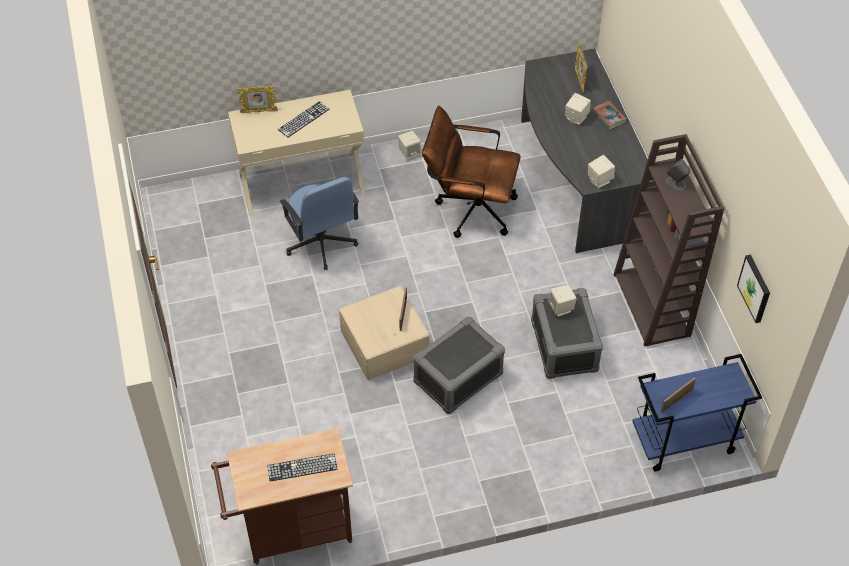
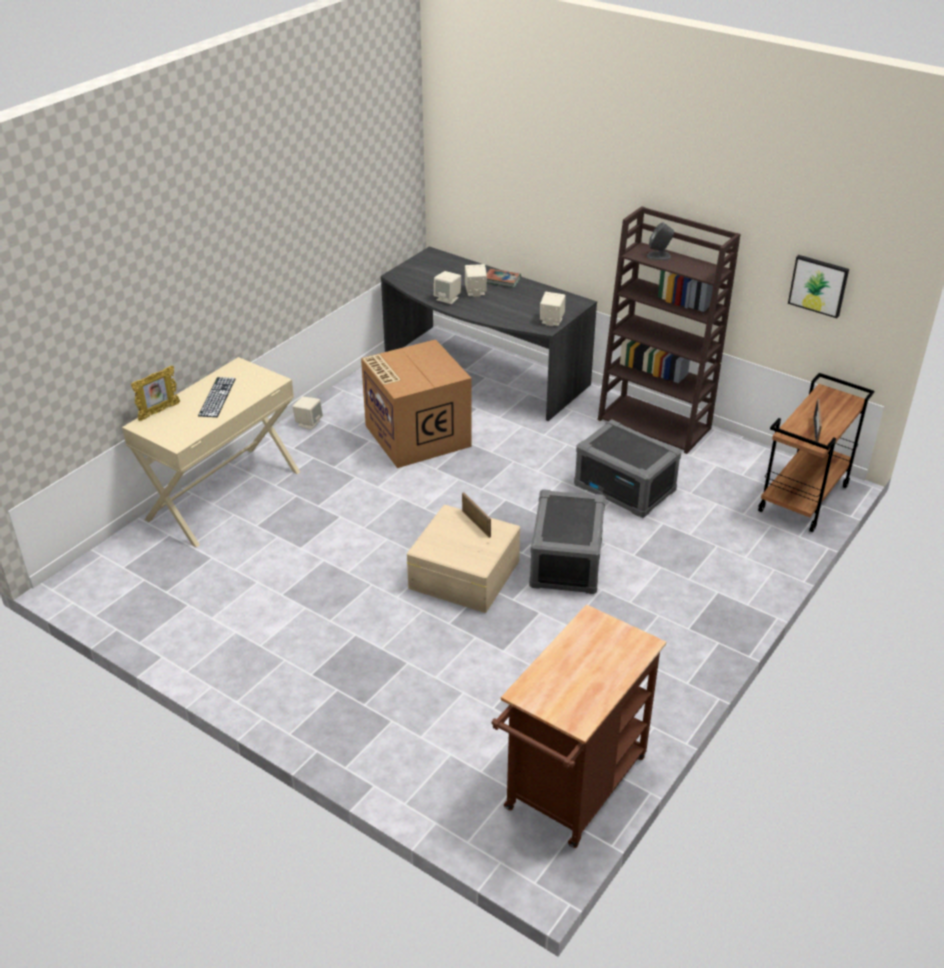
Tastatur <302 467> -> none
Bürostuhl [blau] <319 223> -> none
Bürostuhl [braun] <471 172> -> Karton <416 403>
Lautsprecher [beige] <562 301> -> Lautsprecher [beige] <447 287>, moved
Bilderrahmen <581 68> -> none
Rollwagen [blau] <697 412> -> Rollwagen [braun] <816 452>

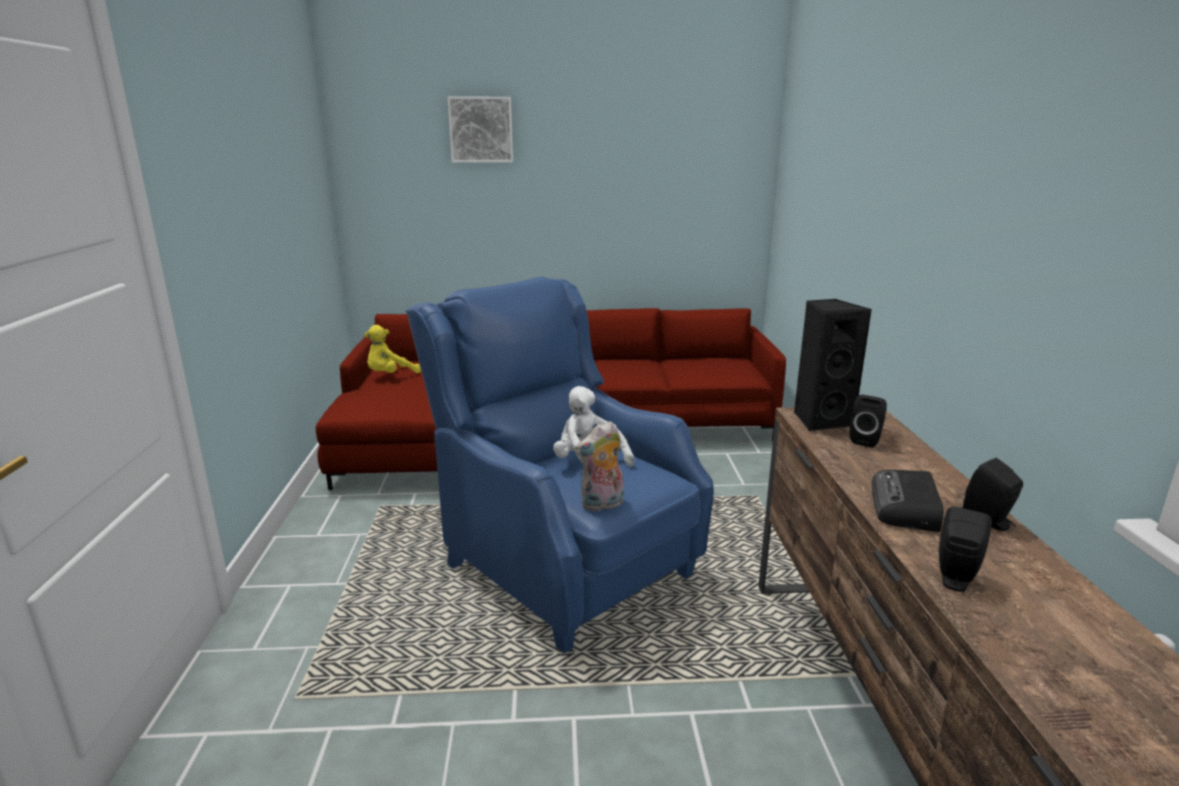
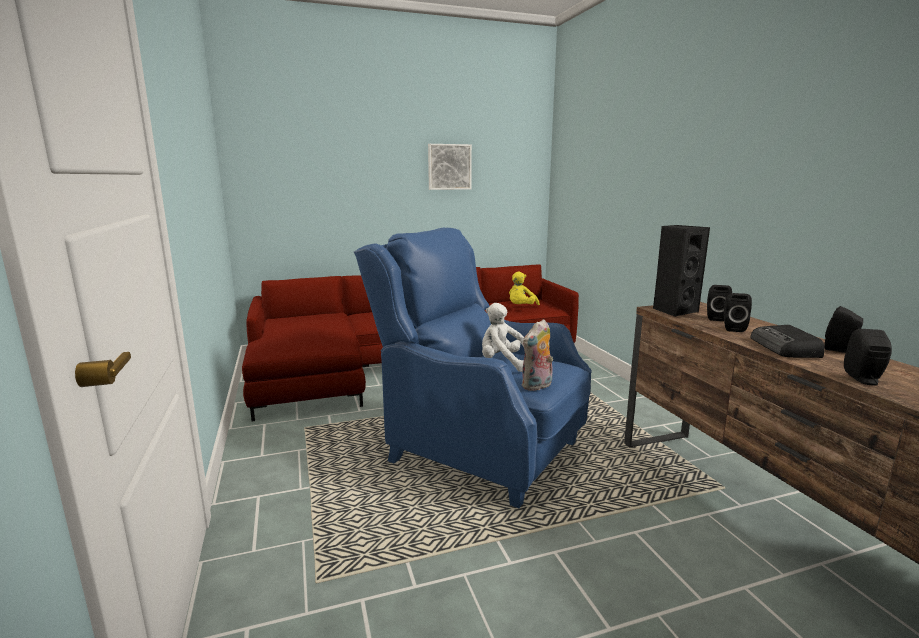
Plüschtier [gelb] <392 349> -> Plüschtier [gelb] <524 288>, moved
Bild <480 130> -> Bild <450 167>, moved
none -> Lautsprecher [schwarz] <738 312>

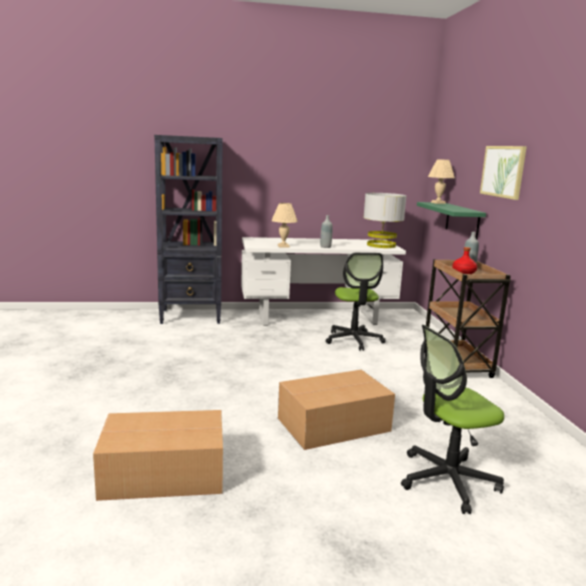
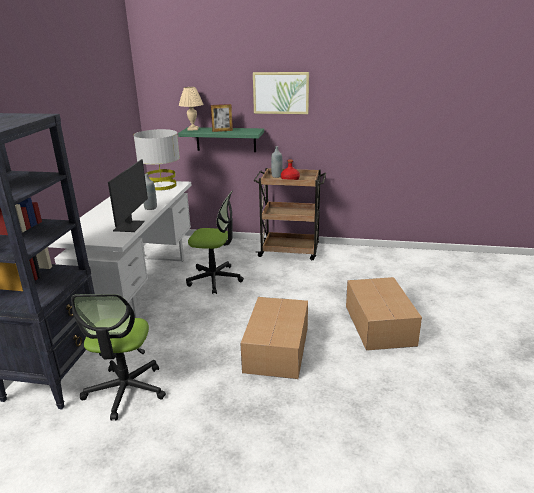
Karton <158 455> -> Karton <274 338>, moved
Tischlampe [beige] <284 225> -> Monitor <128 195>
Bürostuhl <452 419> -> Bürostuhl <118 357>, moved
none -> Bilderrahmen <222 118>

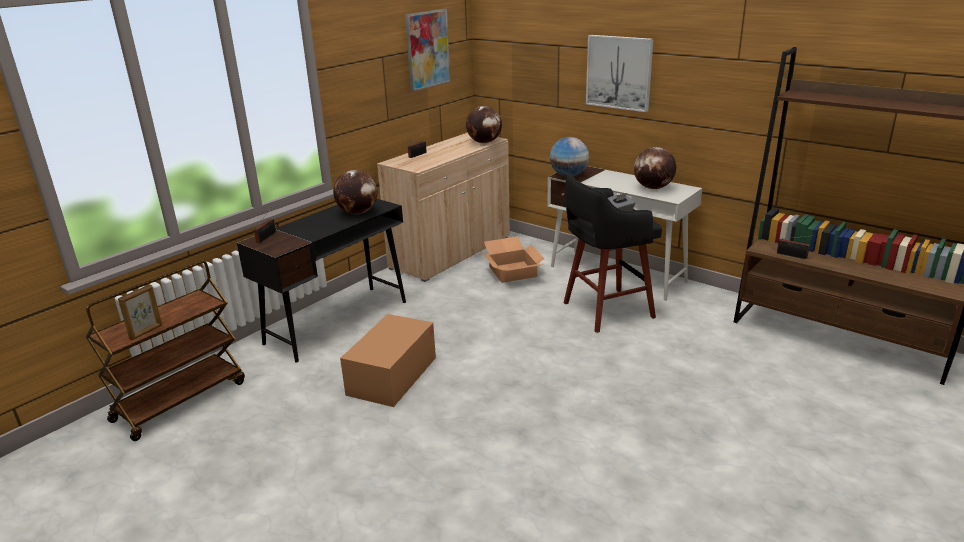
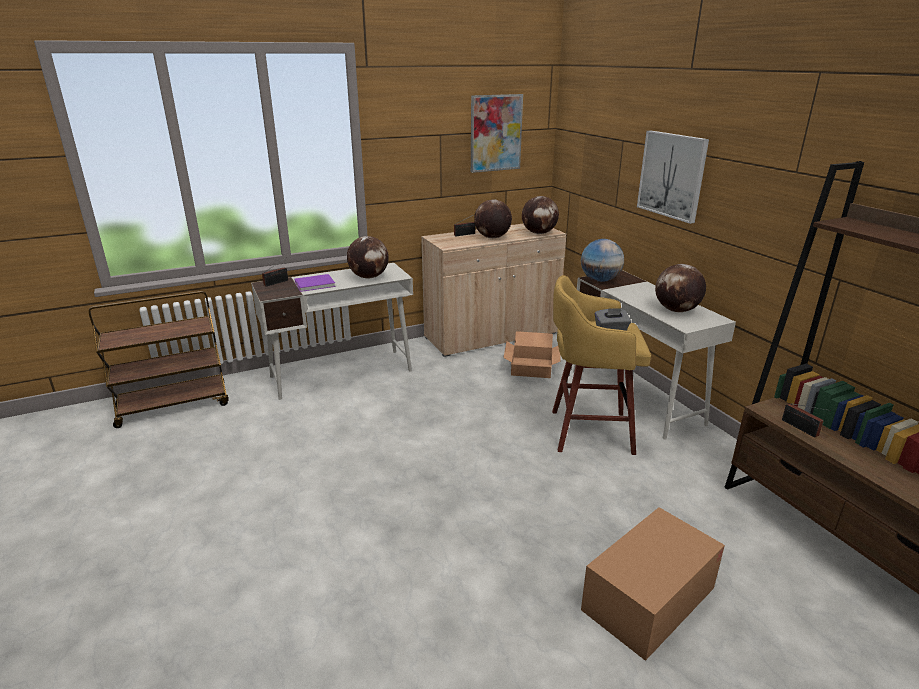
Bilderrahmen <140 312> -> none
Schreibtisch [schwarz] <321 280> -> Schreibtisch [weiß] <332 331>
Karton <388 360> -> Karton <653 584>, moved
Hocker [schwarz] <612 253> -> Hocker [gelb] <601 365>
none -> Buch [lila] <315 283>
none -> Globus <493 218>

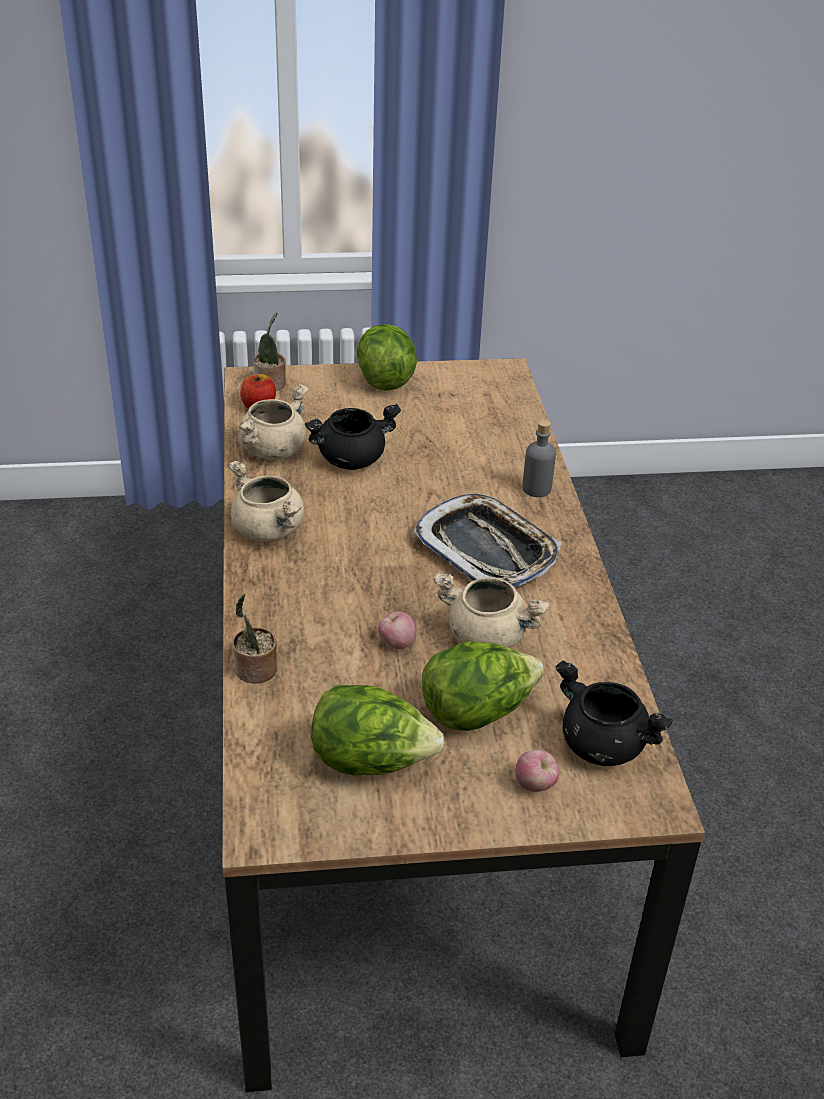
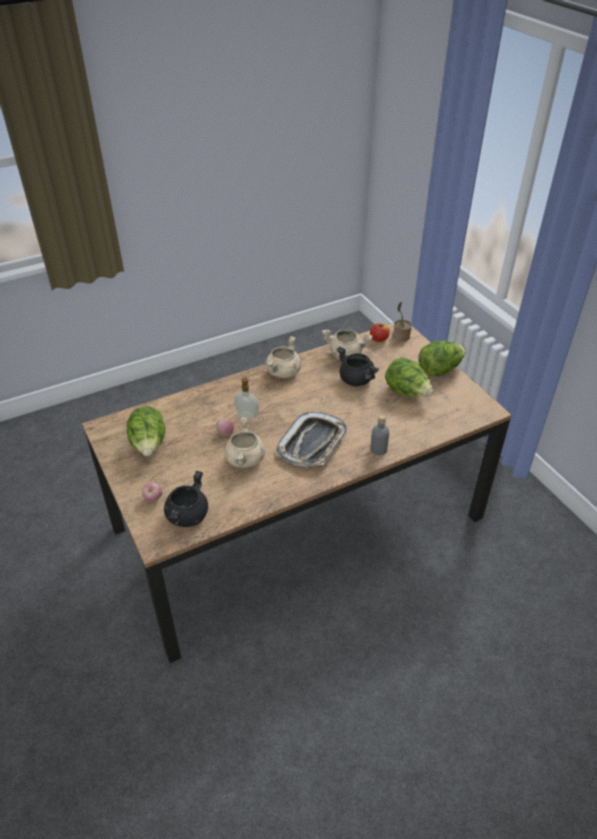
Topfpflanze <255 639> -> none
Salatkopf <483 686> -> Salatkopf <409 377>, moved
none -> Seifenspender <246 398>

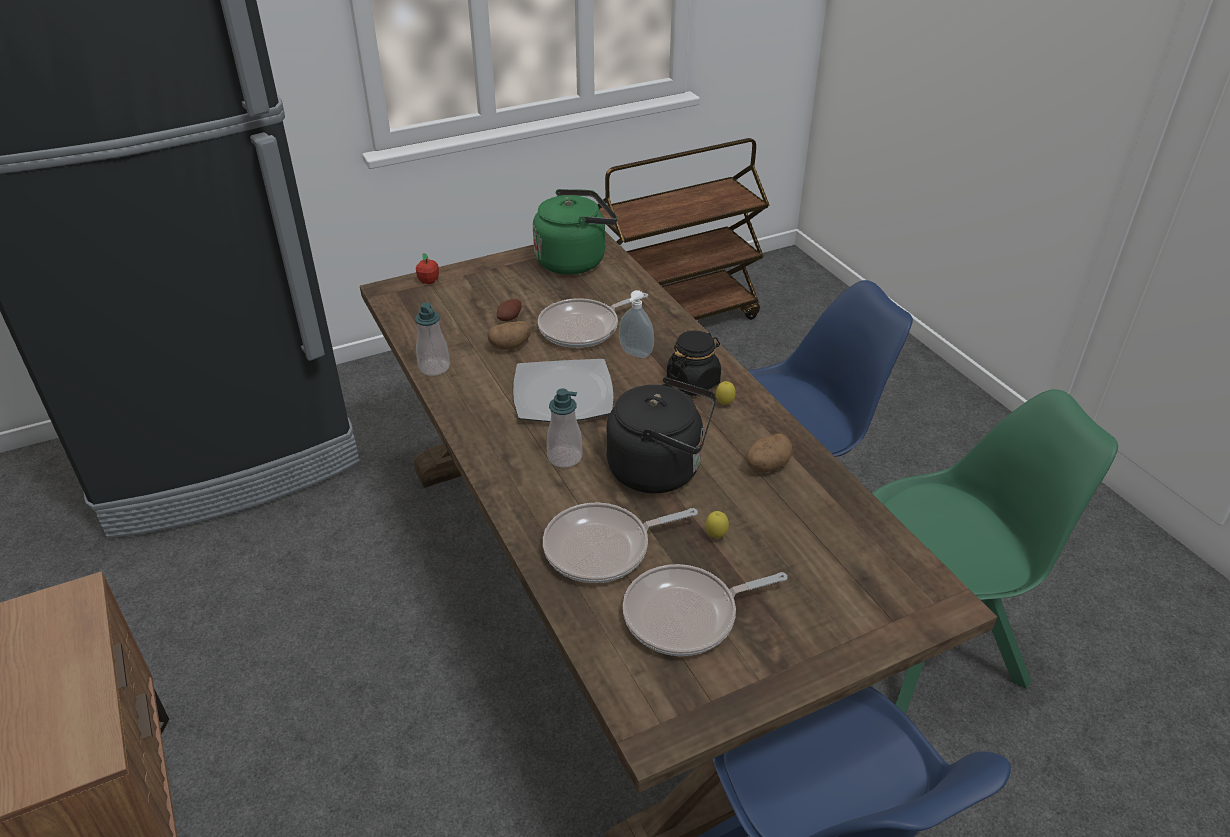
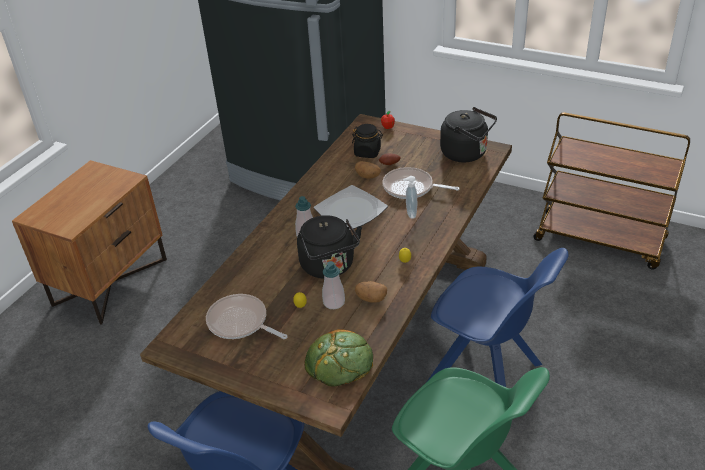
Seifenspender <432 339> -> Seifenspender <333 285>, moved
Wasserkessel [grün] <575 232> -> Wasserkessel [schwarz] <468 134>
Pfanne <620 542> -> none
Vorratsglas [schwarz] <694 363> -> Vorratsglas [schwarz] <367 141>, moved
none -> Brot <338 358>

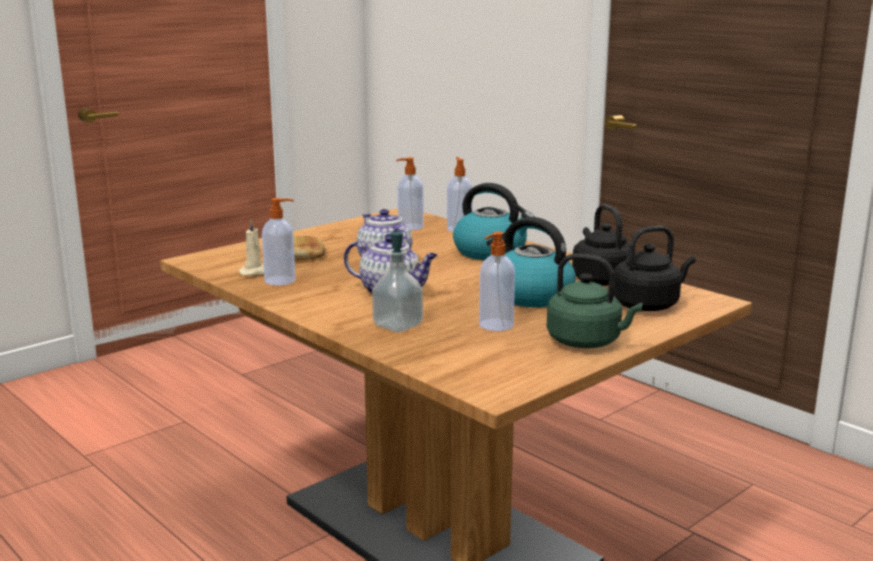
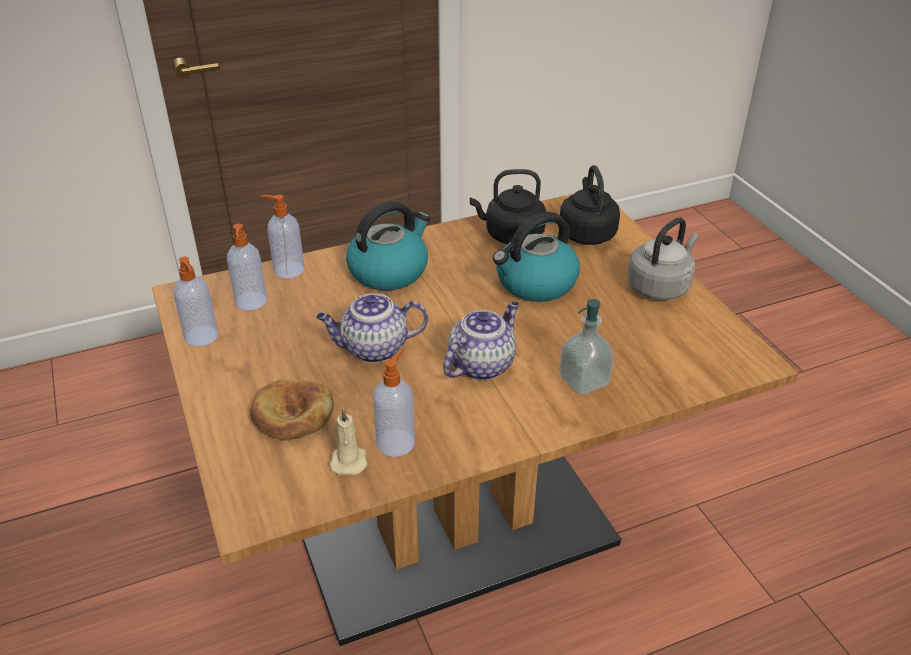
Seifenspender <497 281> -> Seifenspender <196 301>, moved
Wasserkessel [grün] <595 301> -> Wasserkessel [grau] <663 258>

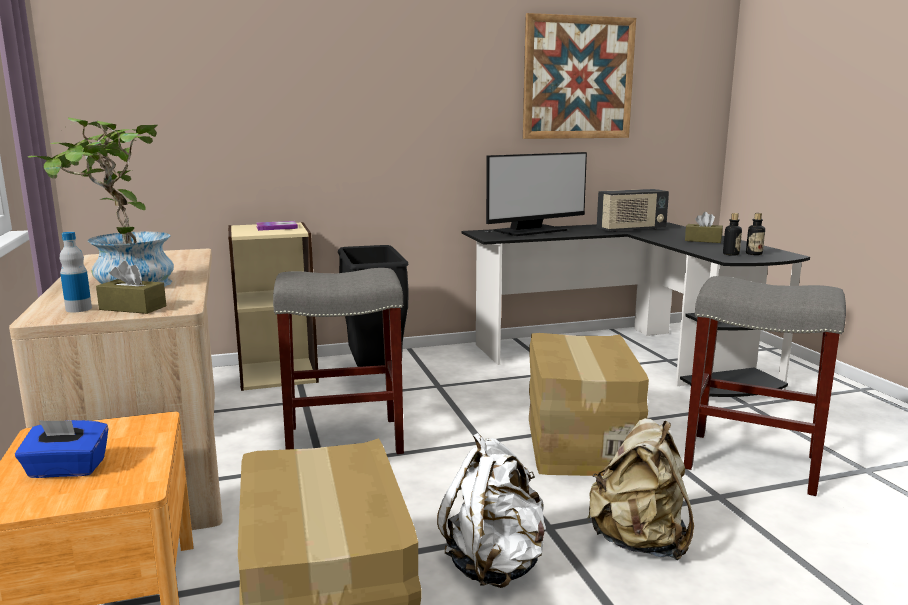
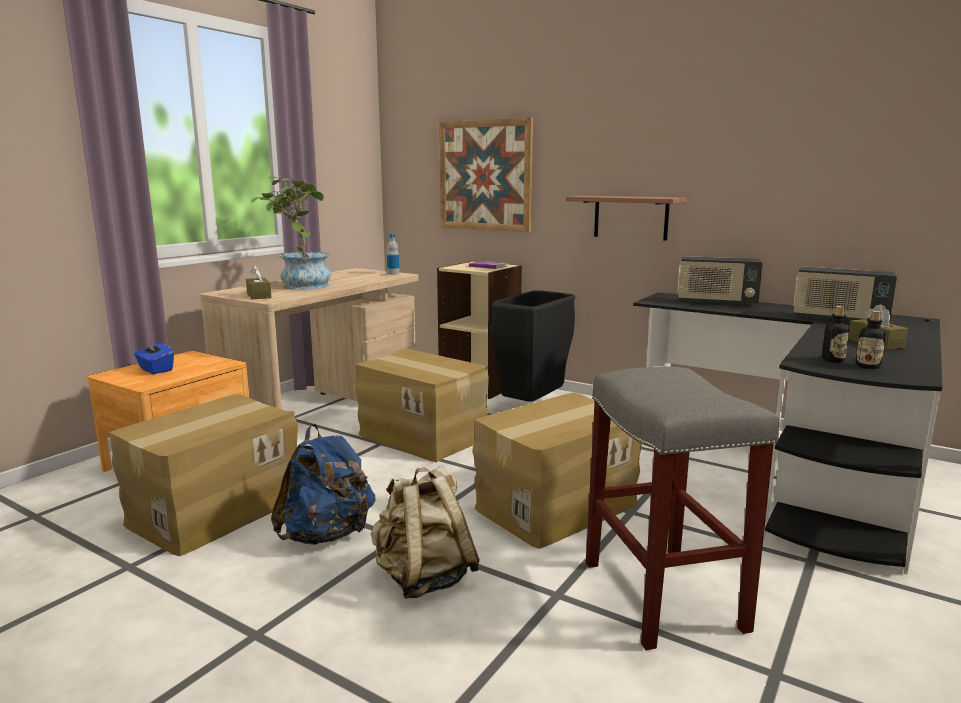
Flasche <76 272> -> Flasche <393 254>, moved
Hocker [grau] <338 361> -> Karton <422 406>
Rucksack [weiß] <491 510> -> Rucksack [blau] <323 484>
Monitor <536 194> -> Radio <719 280>
Bild <579 76> -> Bild <486 174>, moved
none -> Wandregal <626 218>

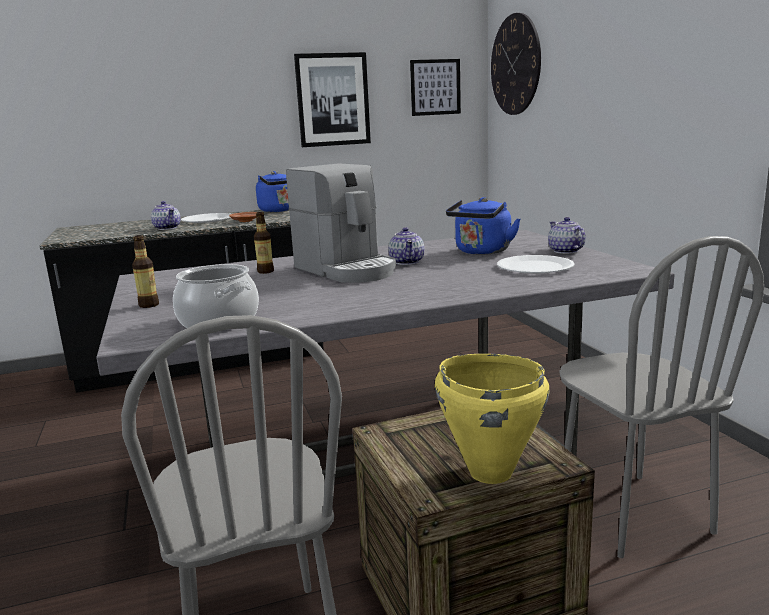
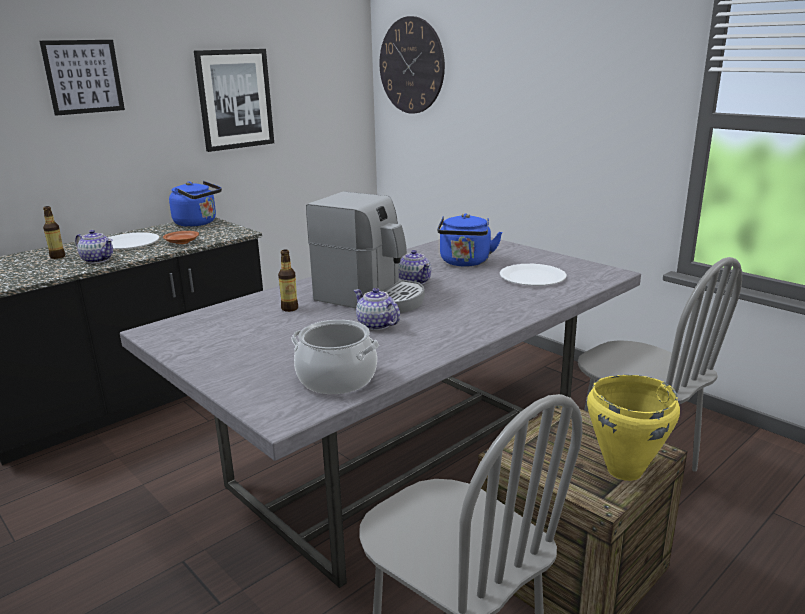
Flasche <145 271> -> Flasche <54 232>, moved
Bild <435 87> -> Bild <82 78>, moved
Teekanne <567 235> -> Teekanne <377 309>, moved

